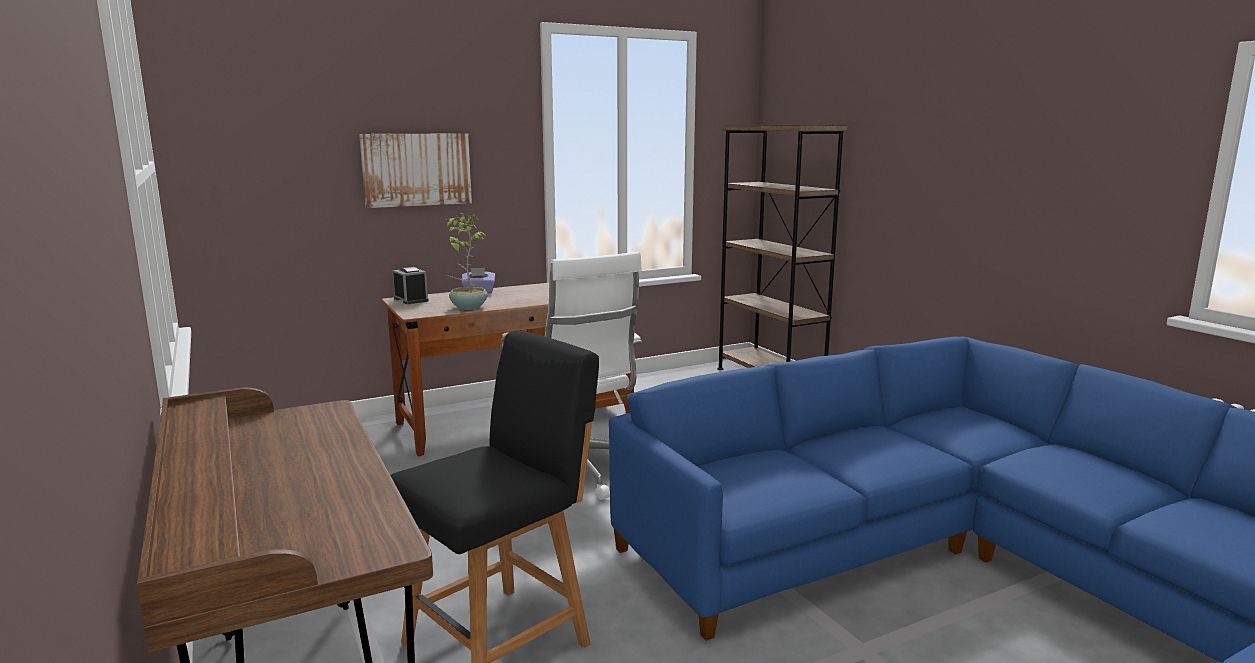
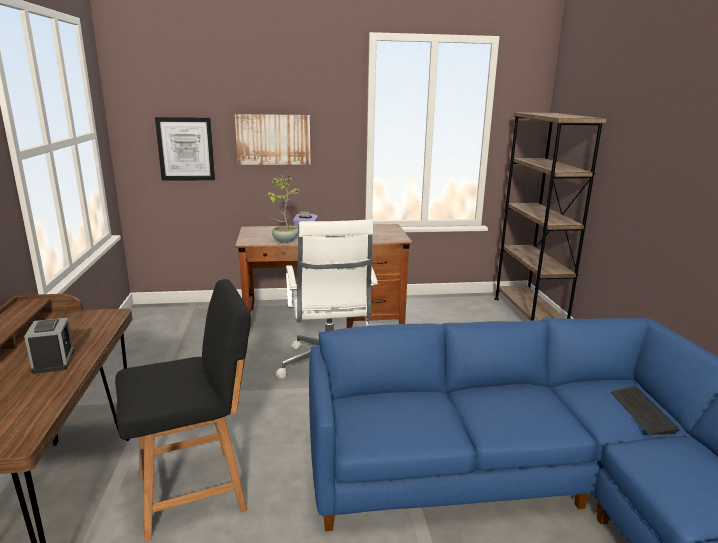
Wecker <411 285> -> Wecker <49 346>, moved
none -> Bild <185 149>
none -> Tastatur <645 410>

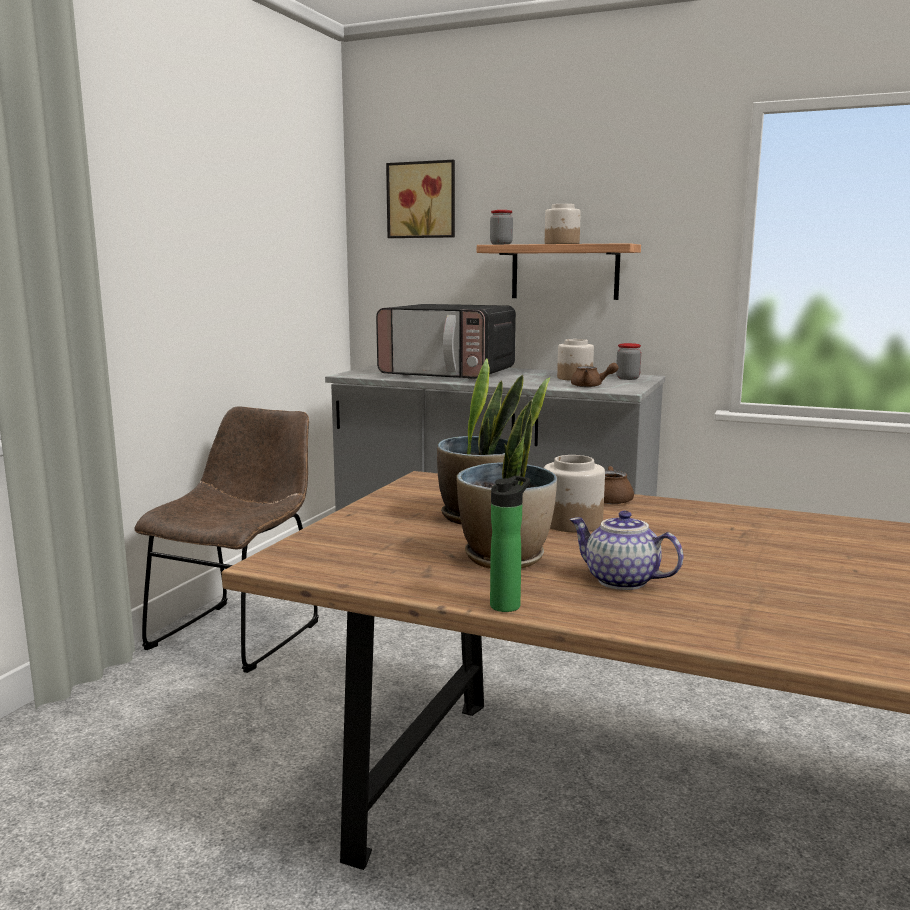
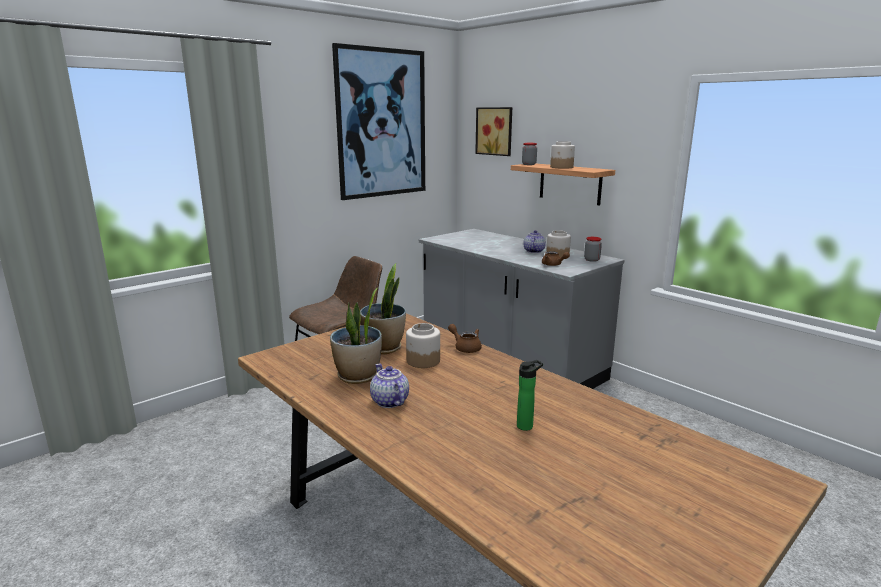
Mikrowelle <446 341> -> none
Flasche <510 544> -> Flasche <530 395>, moved
none -> Bild <378 121>
none -> Teekanne <535 241>

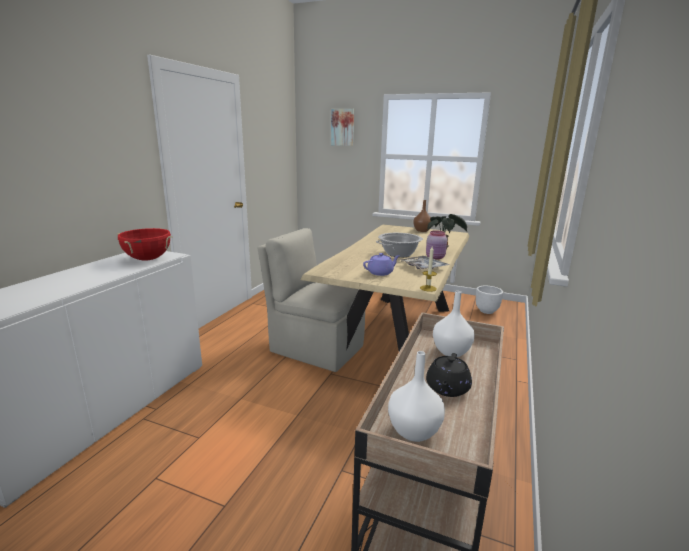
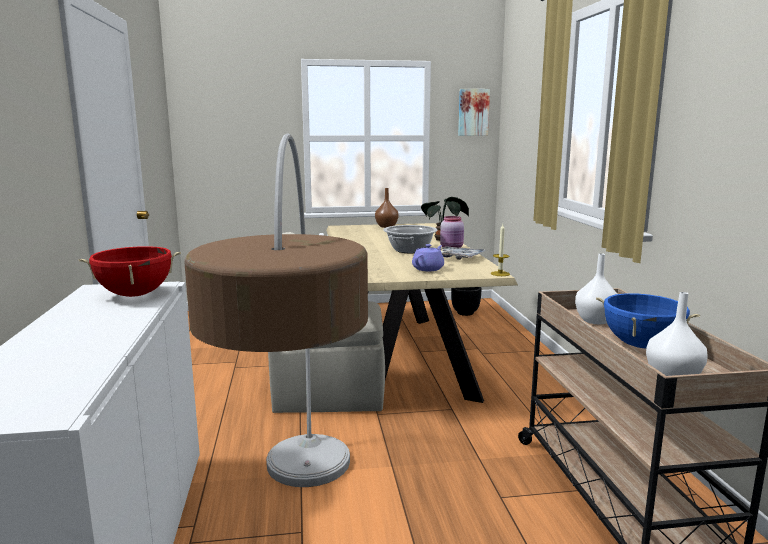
Bild <342 127> -> Bild <474 112>, moved
Teekanne [schwarz] <449 375> -> Kochtopf [blau] <648 320>
Pflanzkübel [weiß] <489 300> -> Pflanzkübel [schwarz] <466 301>
none -> Stehlampe <276 310>

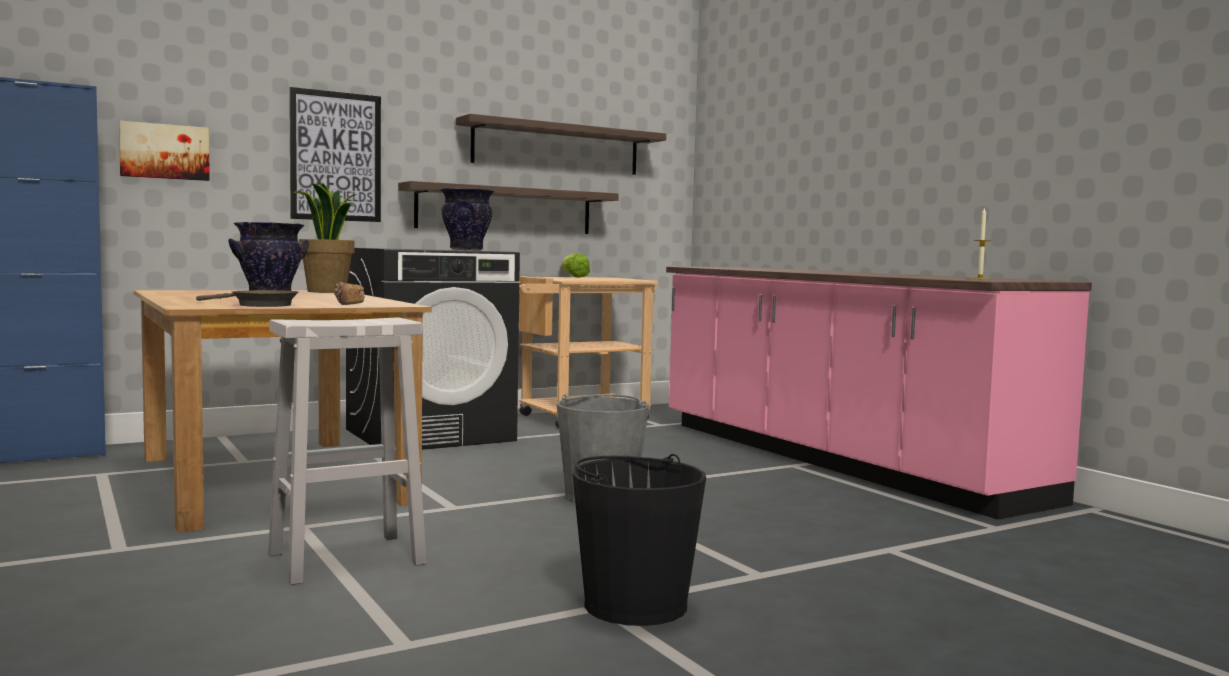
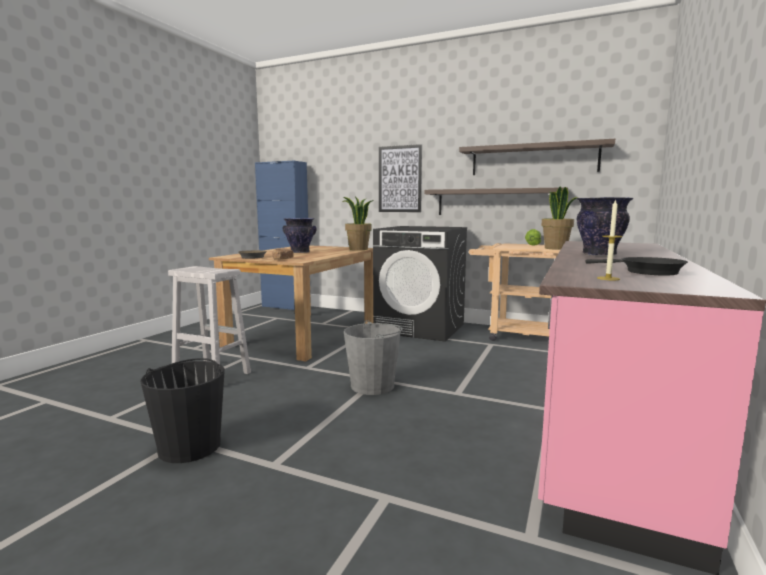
Bild <164 151> -> none
Vase <467 219> -> Vase <605 226>, moved
none -> Topfpflanze <559 218>
none -> Pfanne [schwarz] <636 266>

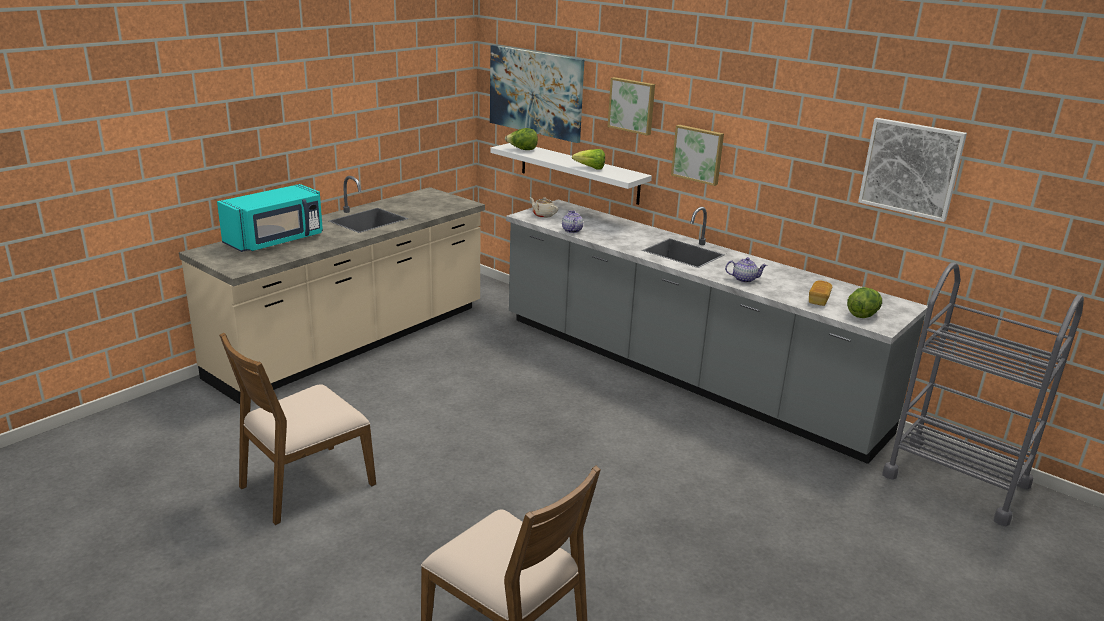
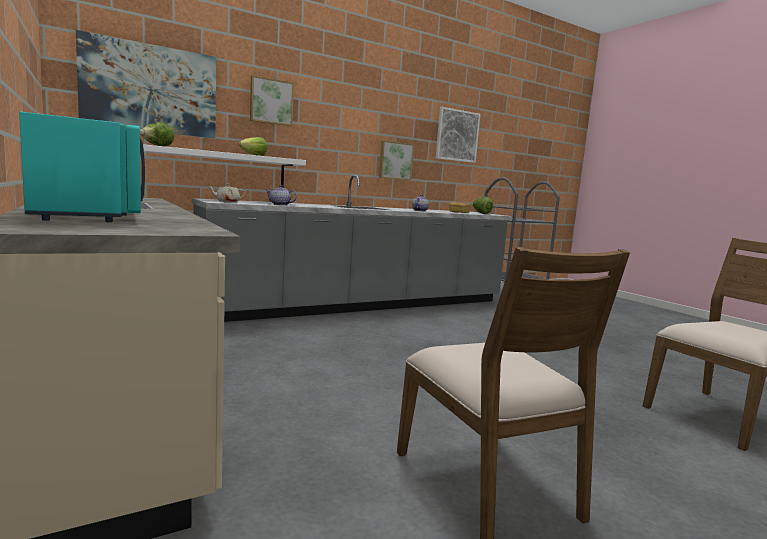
Bild <697 155> -> Bild <396 160>, moved

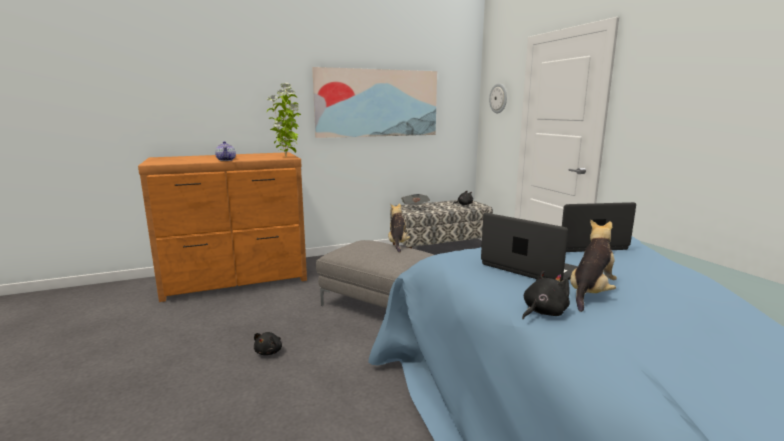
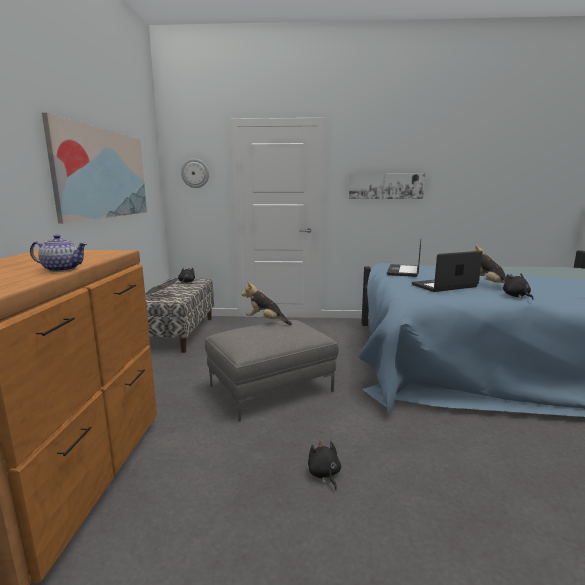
Plüschtier [schwarz] <268 343> -> Plüschtier [schwarz] <324 465>, 150 degrees counterclockwise
Topfpflanze <284 119> -> none
none -> Bild <387 186>

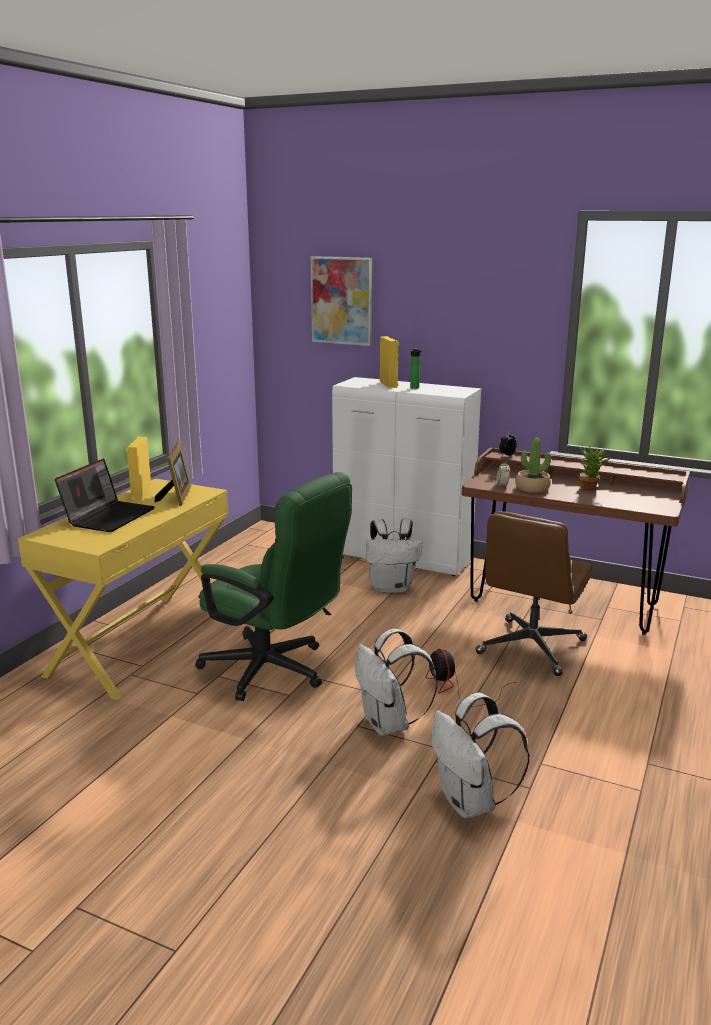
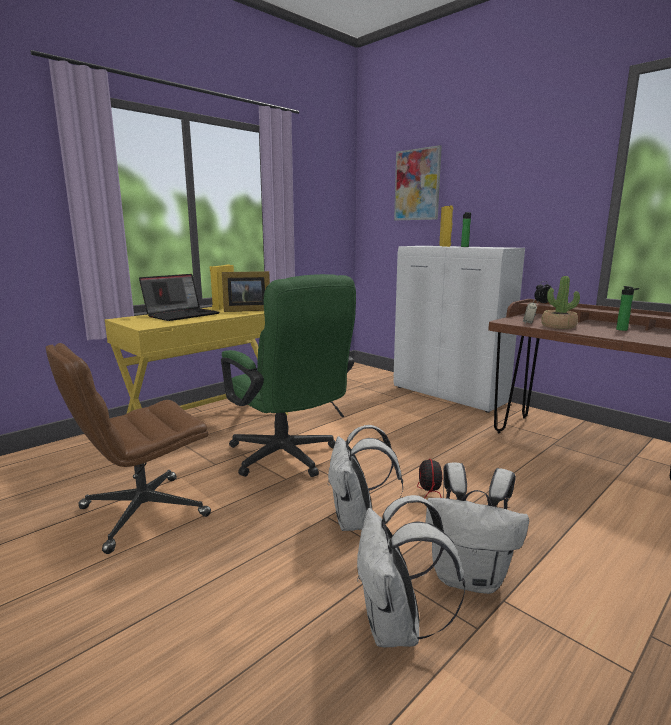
Bilderrahmen <172 474> -> Bilderrahmen <246 291>, 60 degrees clockwise
Rucksack [weiß] <394 556> -> Rucksack [weiß] <477 528>, moved
Bürostuhl [braun] <534 593> -> Bürostuhl [braun] <128 448>, moved
Topfpflanze <595 467> -> Flasche <627 308>

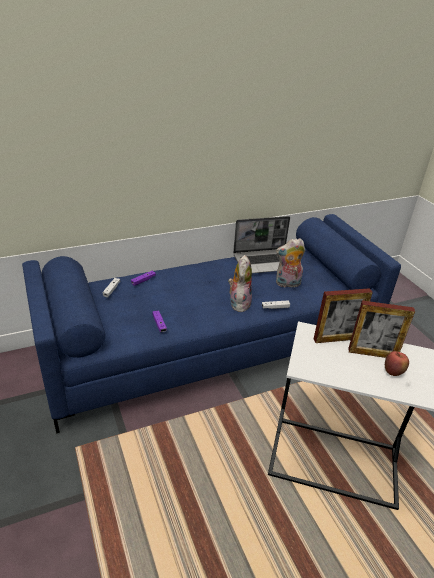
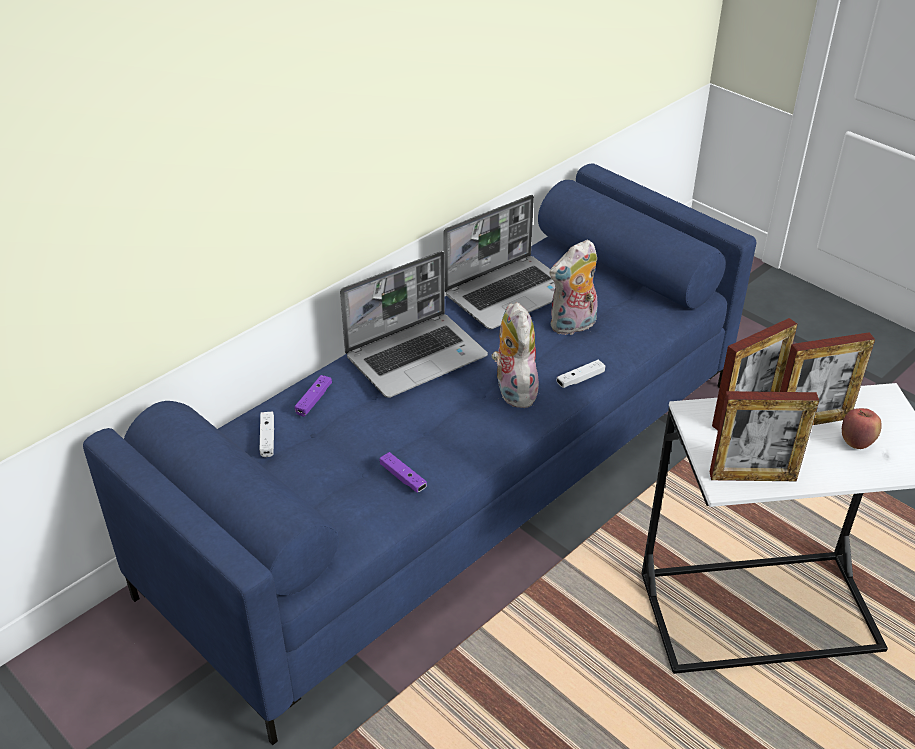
none -> Laptop <414 324>
none -> Bilderrahmen <764 436>

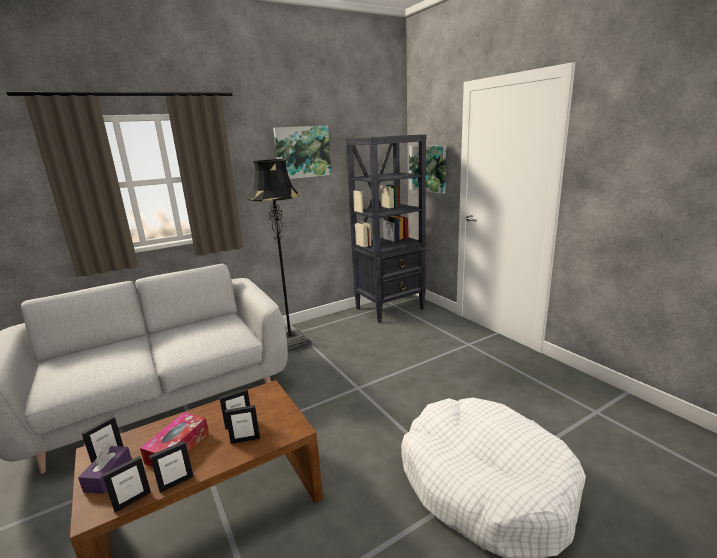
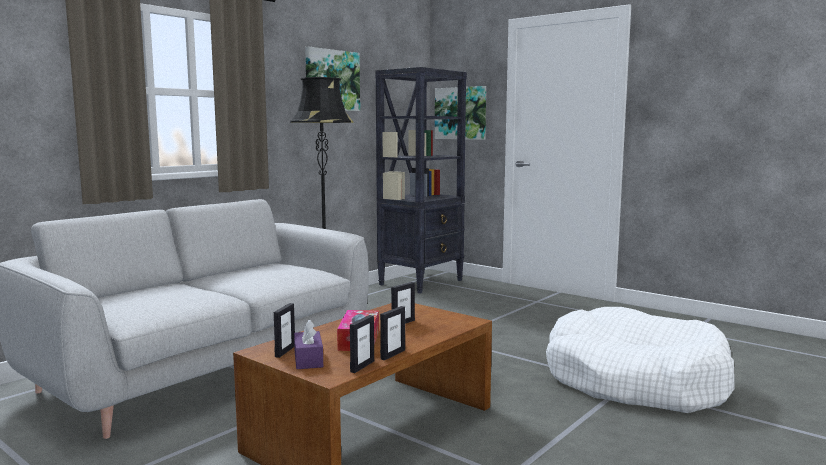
Bilderrahmen <242 424> -> none

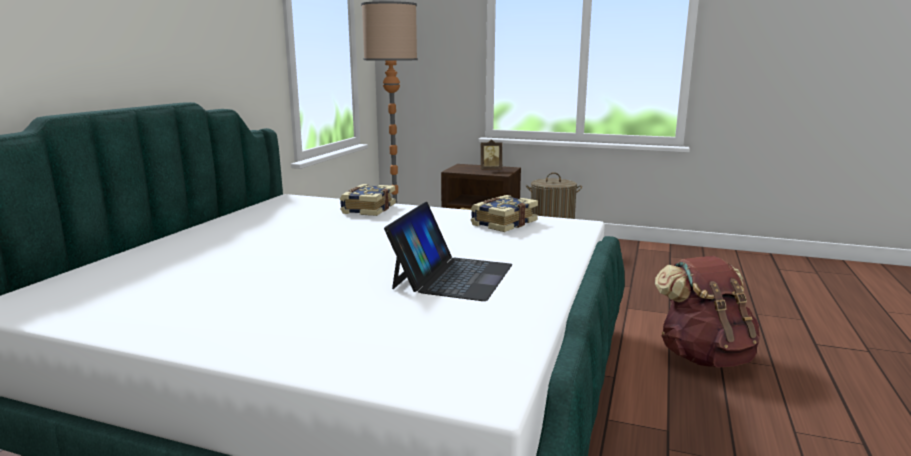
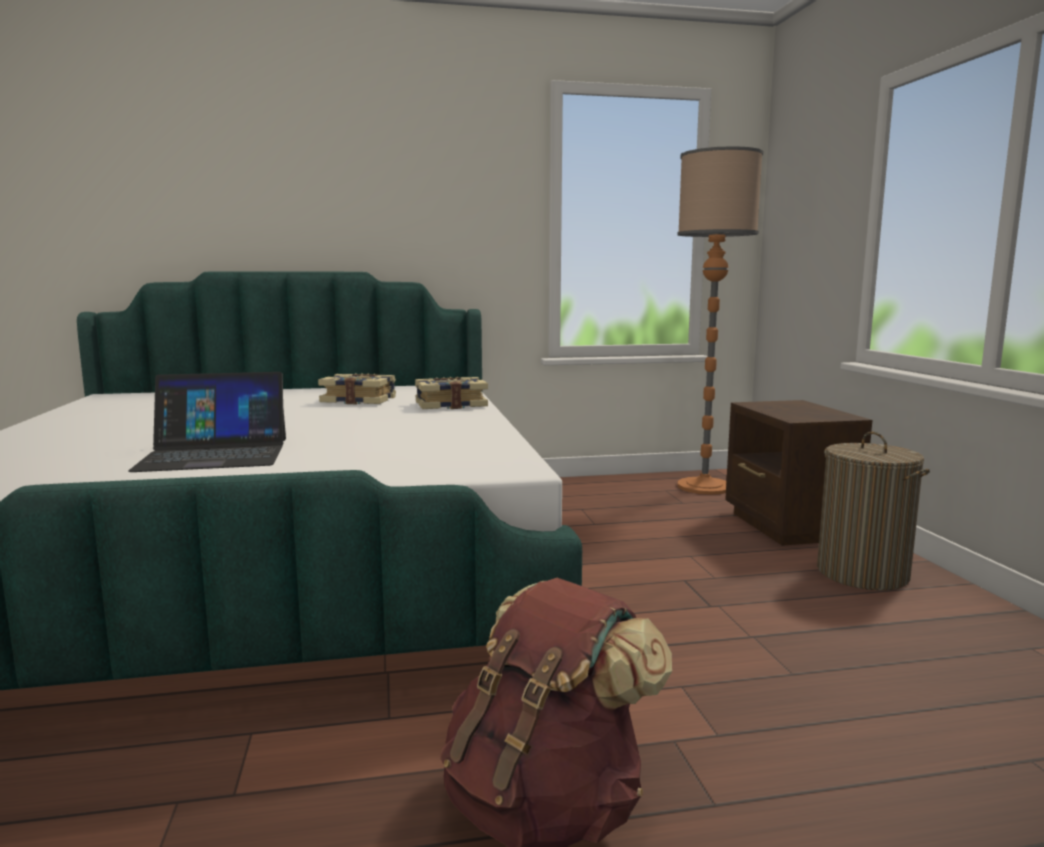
Buch <504 213> -> Buch <357 388>, moved
Bilderrahmen <491 154> -> none

